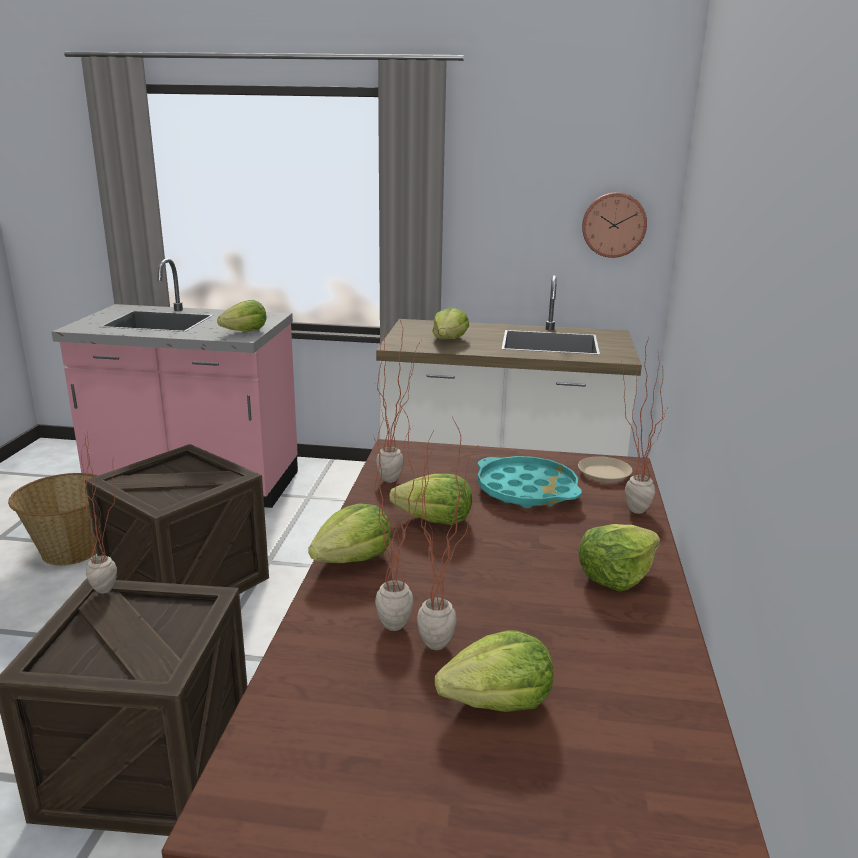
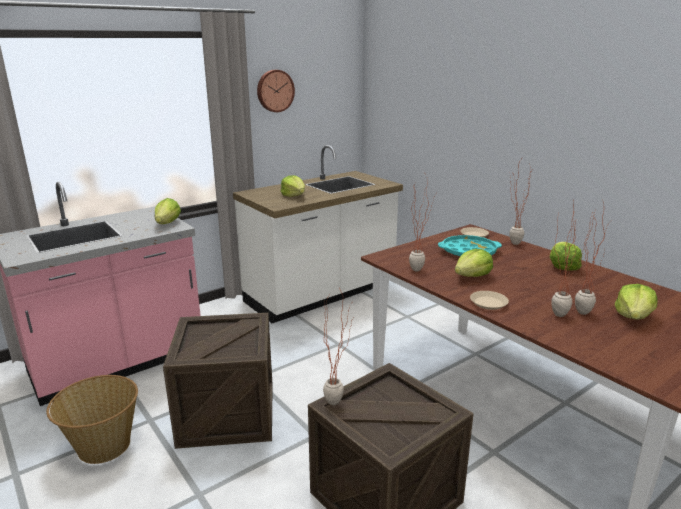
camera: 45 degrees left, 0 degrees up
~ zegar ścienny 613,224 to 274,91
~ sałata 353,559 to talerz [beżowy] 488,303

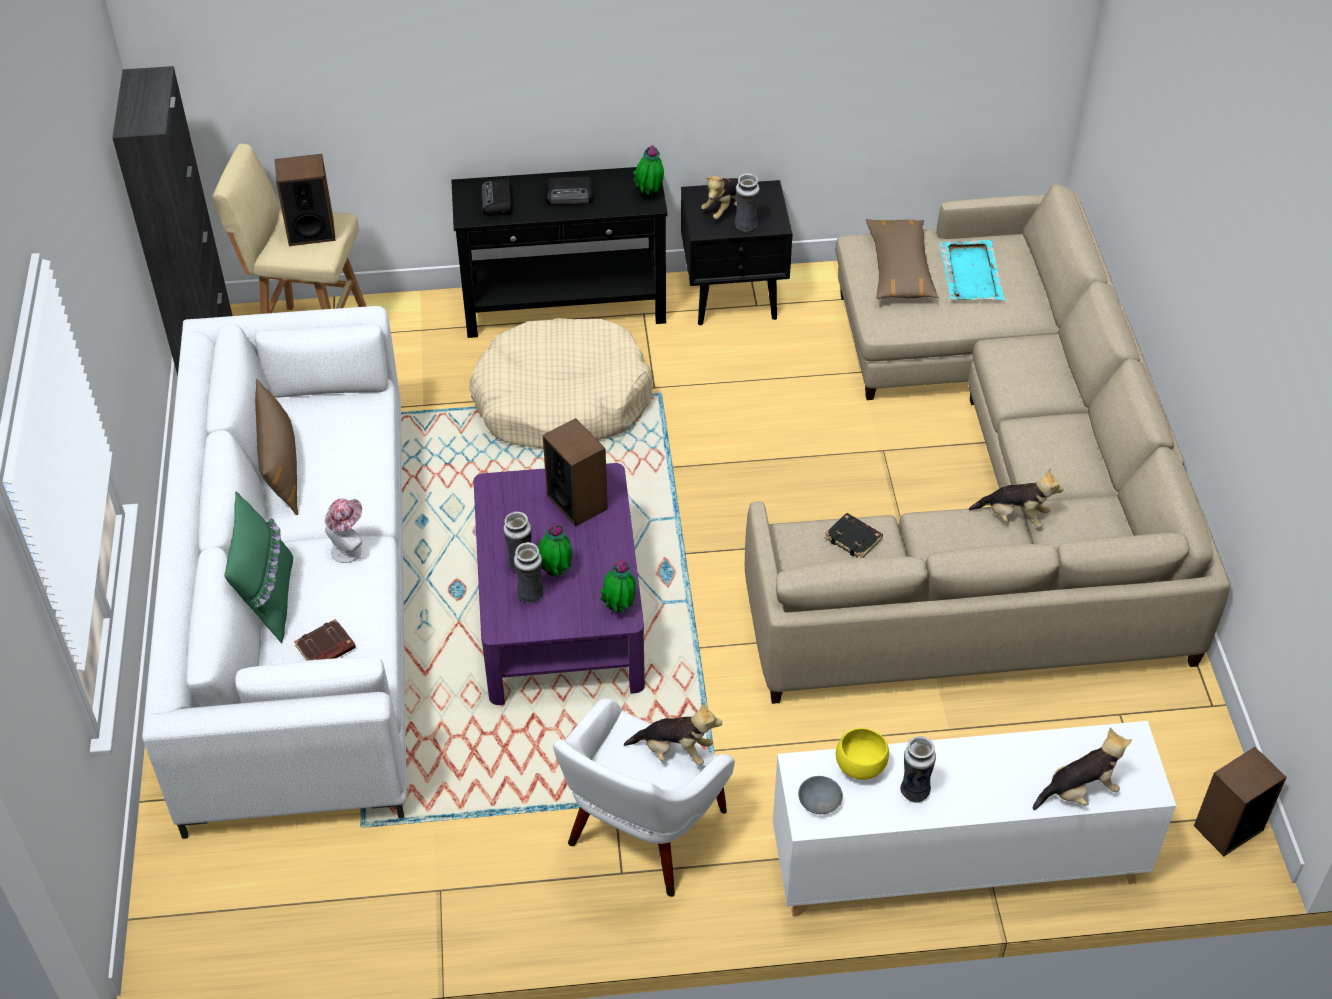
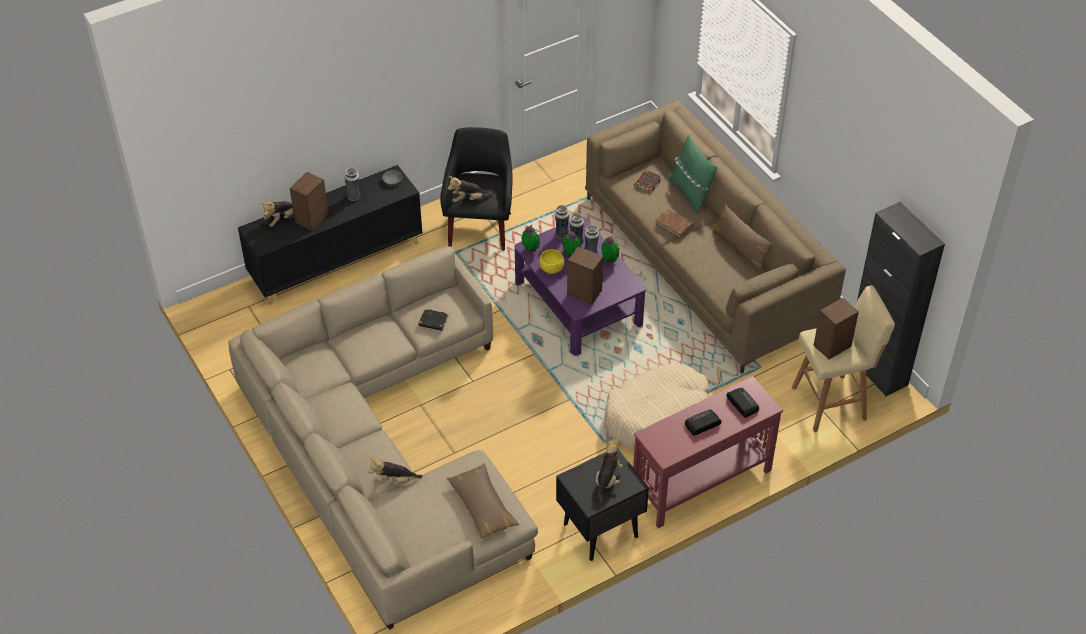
camera: 155 degrees right, 0 degrees up
~ roślina doniczkowa 649,195 to 609,261
~ stolik konsolowy [czarny] 566,307 to stolik konsolowy [czerwony] 700,482
~ wazon 746,226 to 561,234
- taca [turkusowy] 971,272
~ kanapa [biały] 301,607 to kanapa [brązowy] 704,262
~ pluszak 1014,517 to 394,481
~ kapelusz 349,548 to książka [brązowy] 673,225
~ fotel [biały] 641,836 to fotel [czarny] 480,226
~ szafka [biały] 955,863 to szafka [czarny] 336,260
~ miska [żółty] 860,766 to 552,269
~ głośnik 1228,827 to 312,218

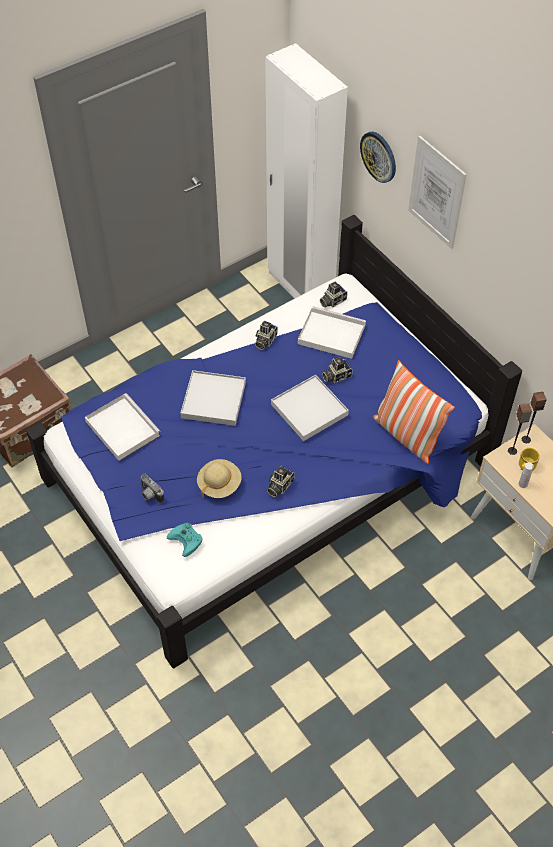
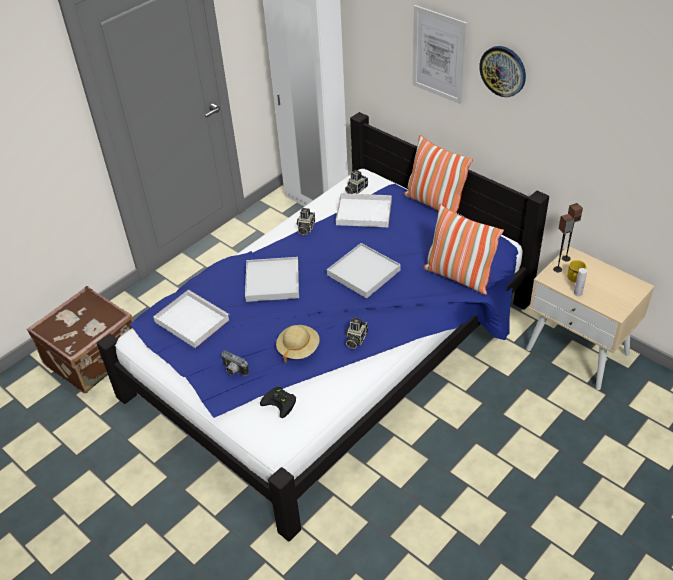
camera: 10 degrees left, 10 degrees down
~ zegar ścienny 379,156 to 503,71
- aparat fotograficzny 336,376
~ pad do gier [turkusowy] 187,540 to pad do gier [czarny] 281,403
+ poduszka 434,204

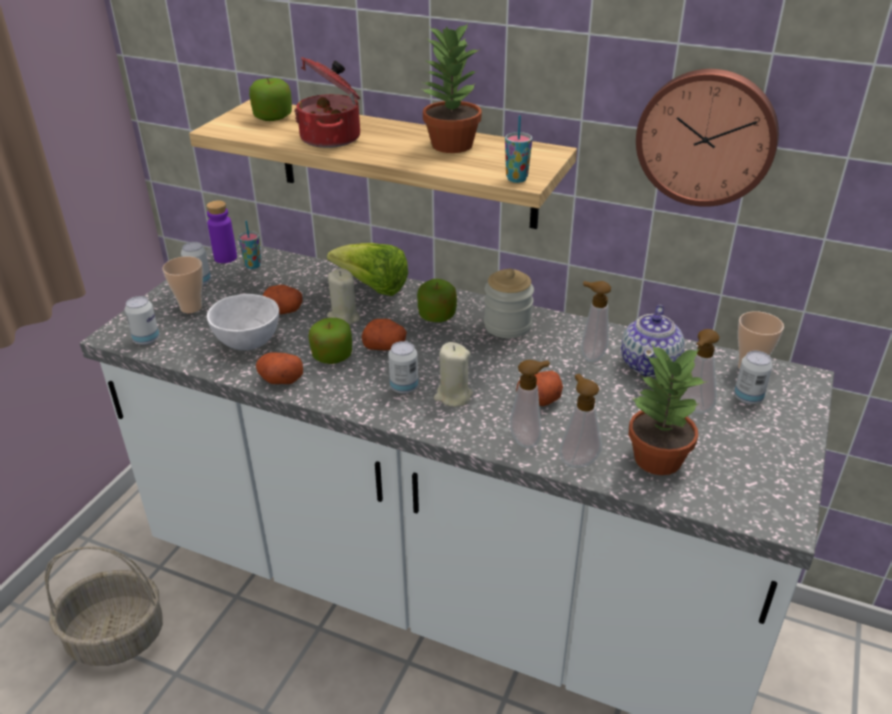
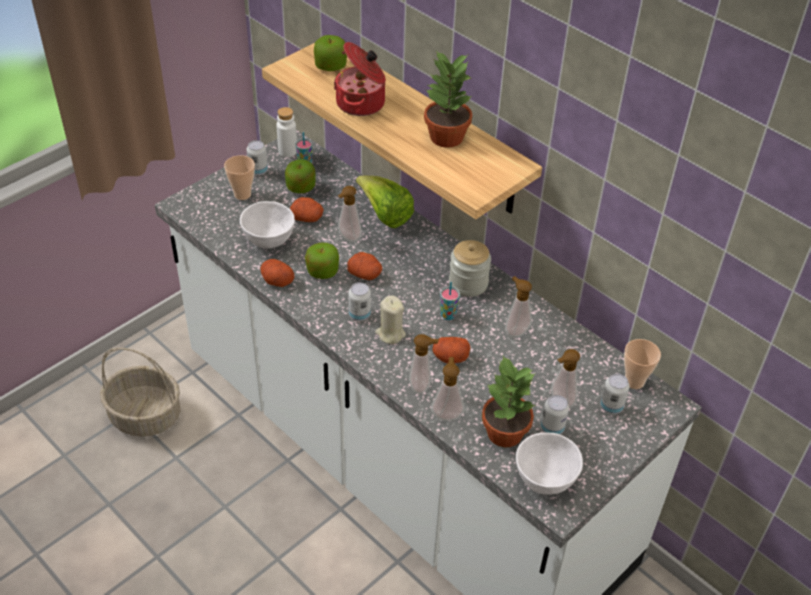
camera: 20 degrees right, 10 degrees up
- zegar ścienny 706,137
~ filiżanka 516,179 to 448,315
~ butelka [fioletowy] 225,258 to butelka [biały] 287,151
~ świeca [beżowy] 343,318 to dozownik mydła 348,238
~ jabłko 437,316 to 301,187
~ puszka 146,340 to 552,428
- imbryk 650,364
+ miska [biały] 545,479

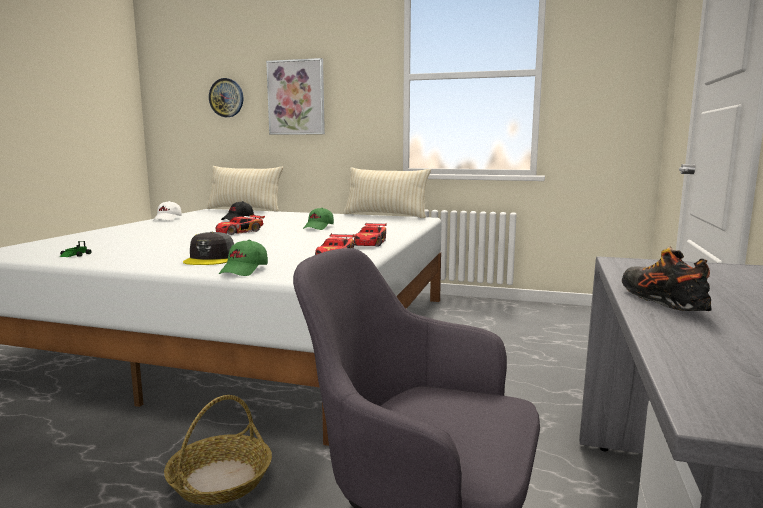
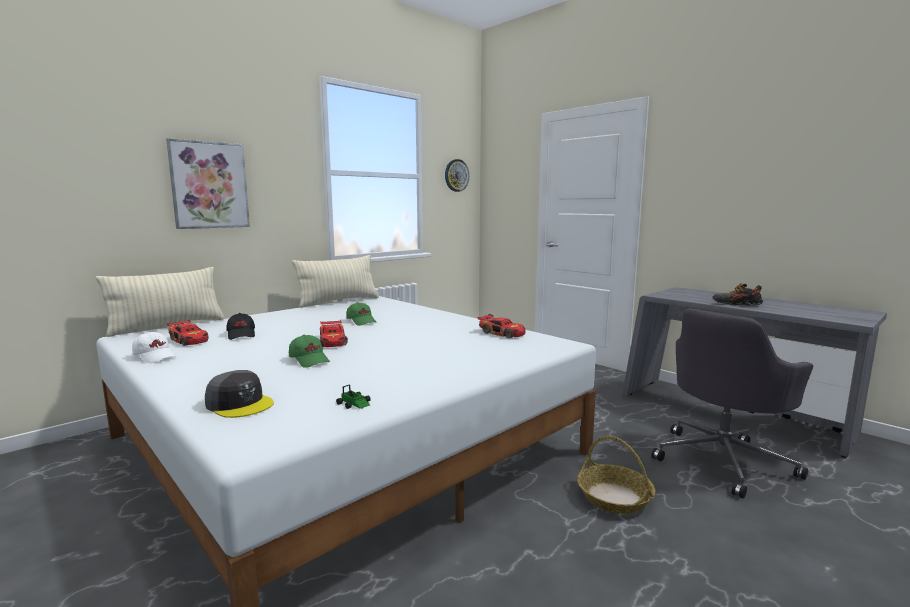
camera: 60 degrees left, 0 degrees up
~ zegar ścienny 226,98 to 456,175
~ samochodzik 371,243 to 189,340
~ czapka z daszkiem [szary] 210,259 to 240,404
~ czapka z daszkiem [zielony] 244,270 to 310,360

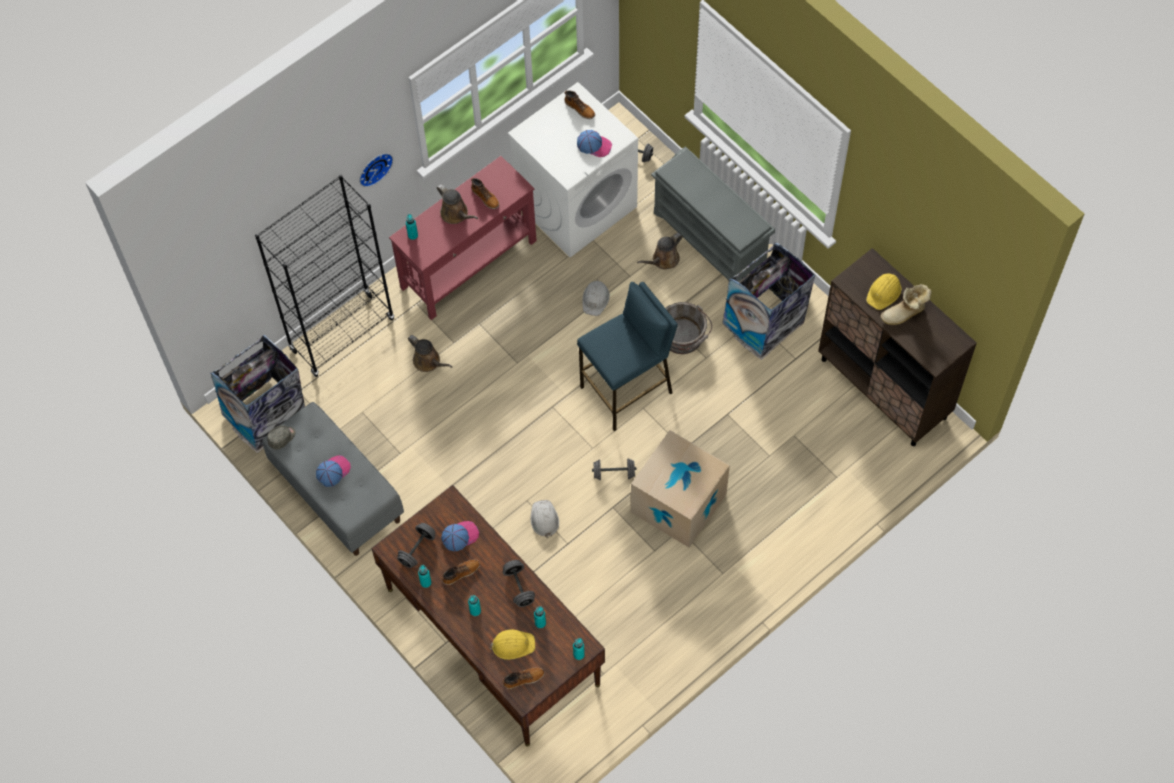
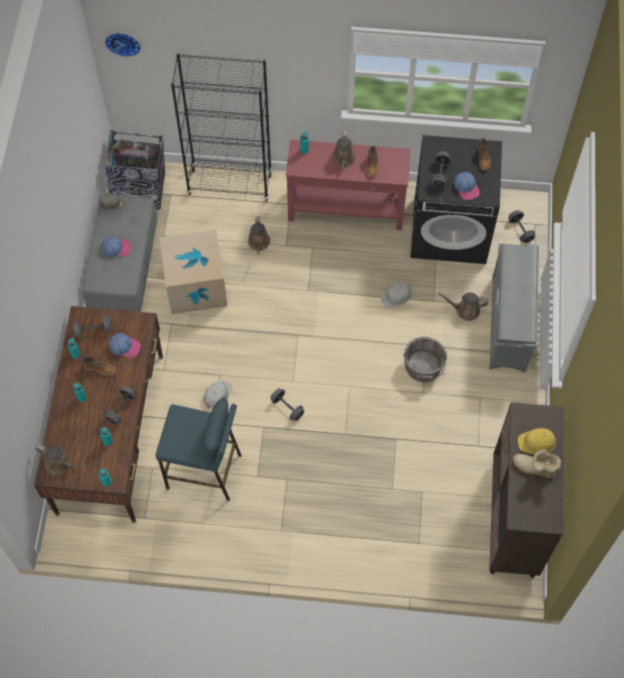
camera: 45 degrees right, 0 degrees up
~ pralka [biały] 576,205 to pralka [czarny] 450,230
~ zegar ścienny 374,167 to 123,42
- kosz na śmieci 764,322
~ stołek [niebieski] 627,391 to 204,471
~ karton 678,503 to 196,286
- kask [żółty] 512,644
~ but z cholewką 523,679 to konewka [brązowy] 60,464
+ hantel [szary] 440,174

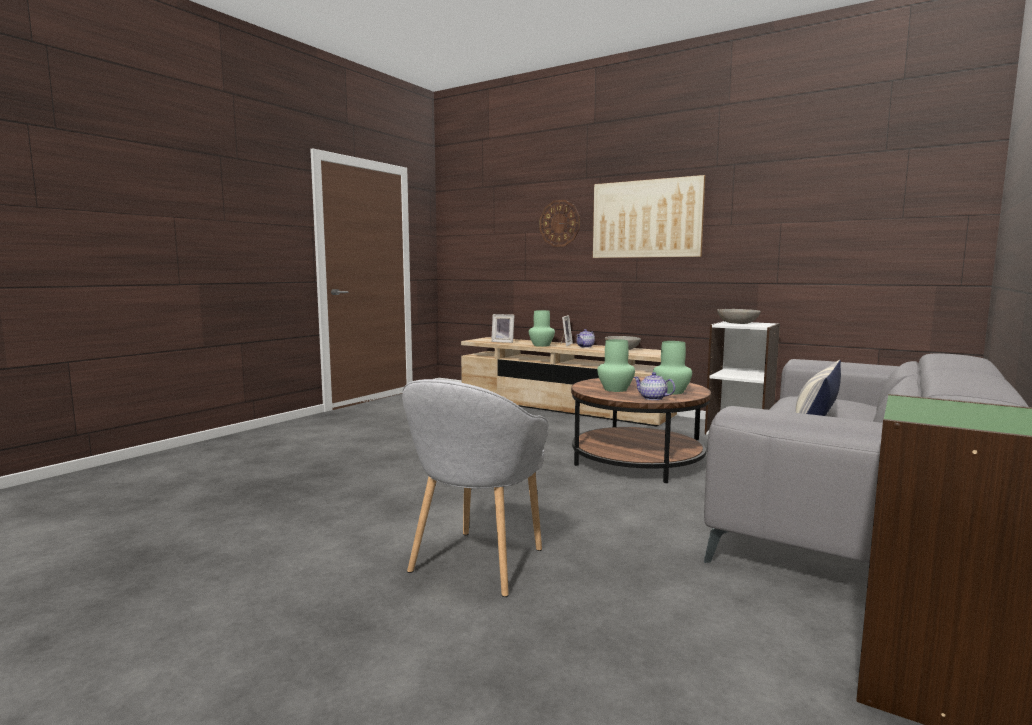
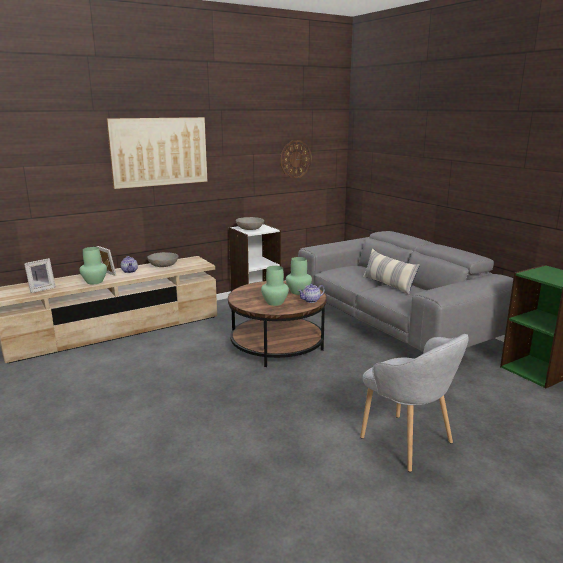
camera: 65 degrees left, 10 degrees up
~ zegar ścienny 559,223 to 295,159

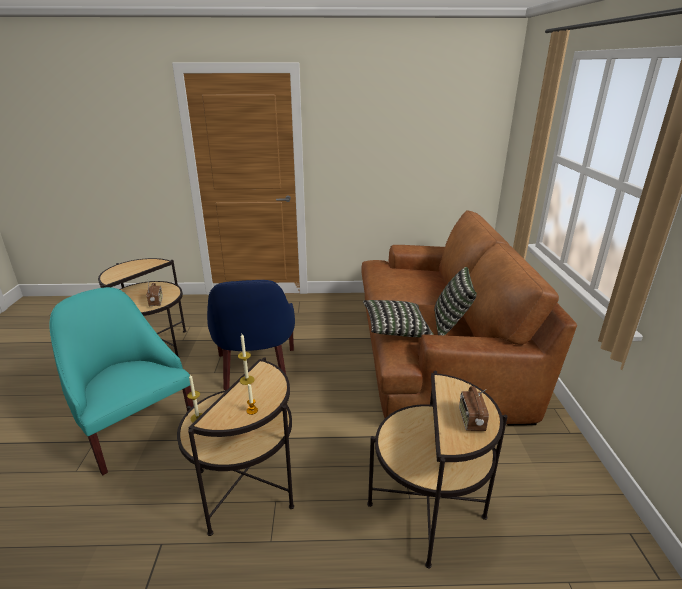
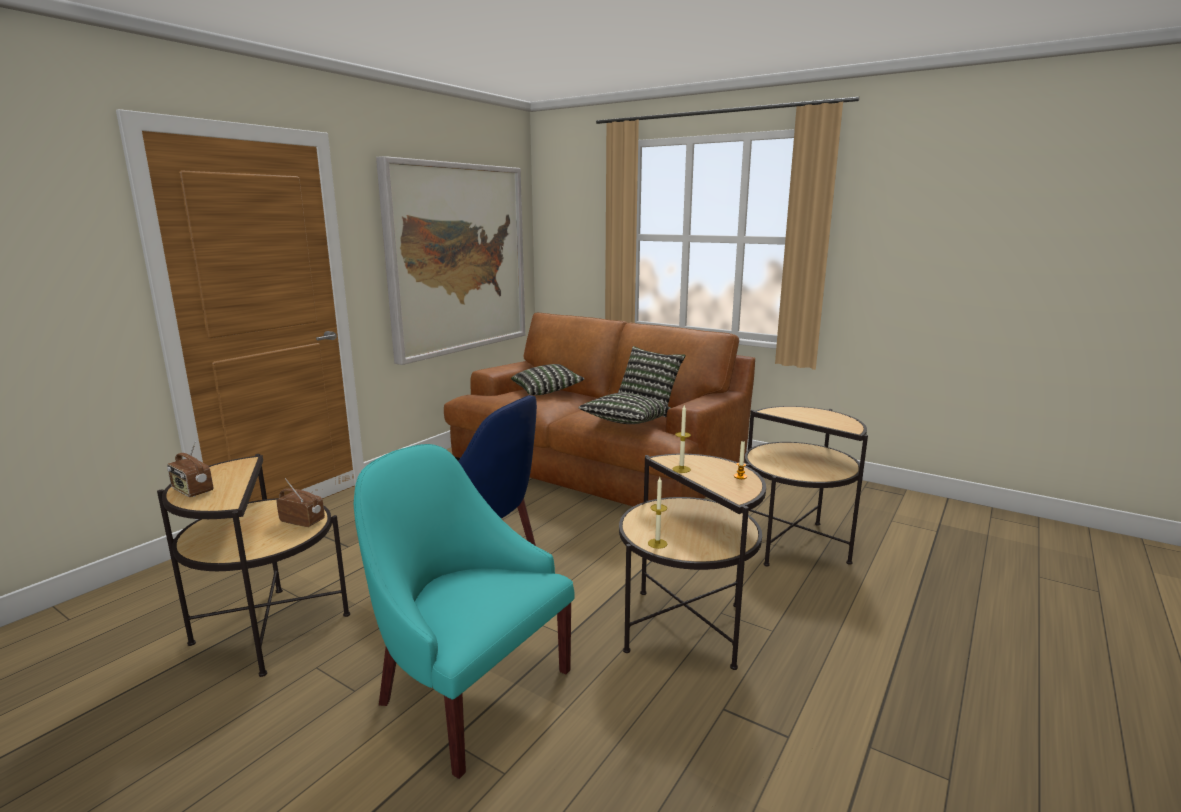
camera: 55 degrees left, 10 degrees down
~ fotel [turkusowy] 134,427 = 468,691 45 degrees clockwise
~ radio 471,420 to 192,491
+ obraz 457,259
+ poduszka 547,391

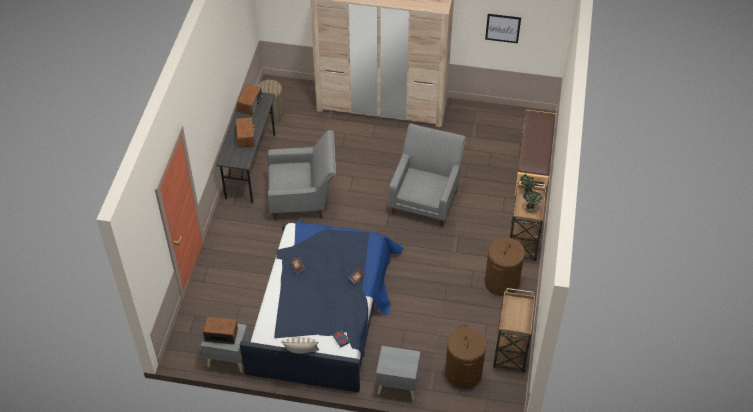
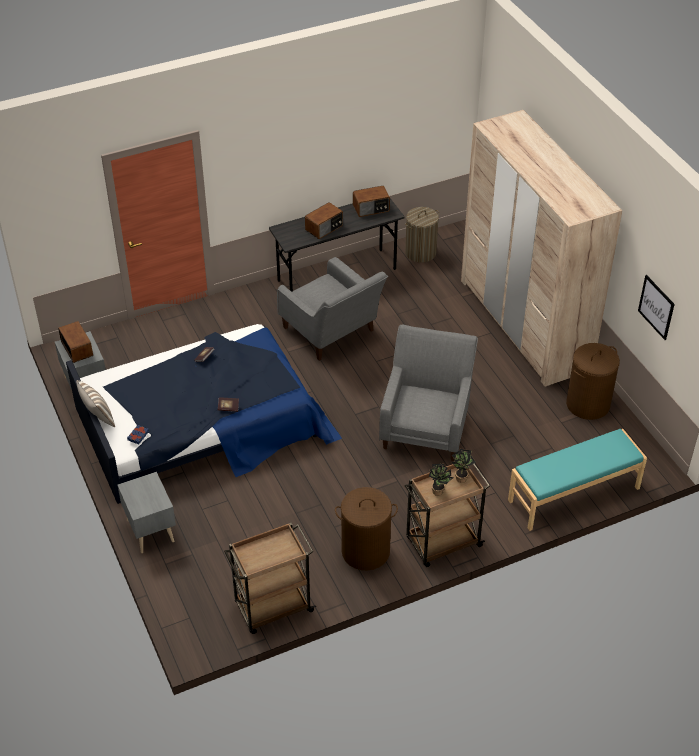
camera: 55 degrees right, 5 degrees down
~ ławka [brązowy] 533,164 to ławka [turkusowy] 574,495
~ fotel [szary] 425,198 = 426,426 60 degrees counterclockwise
~ kosz na pranie [brązowy] 463,372 to 587,404

